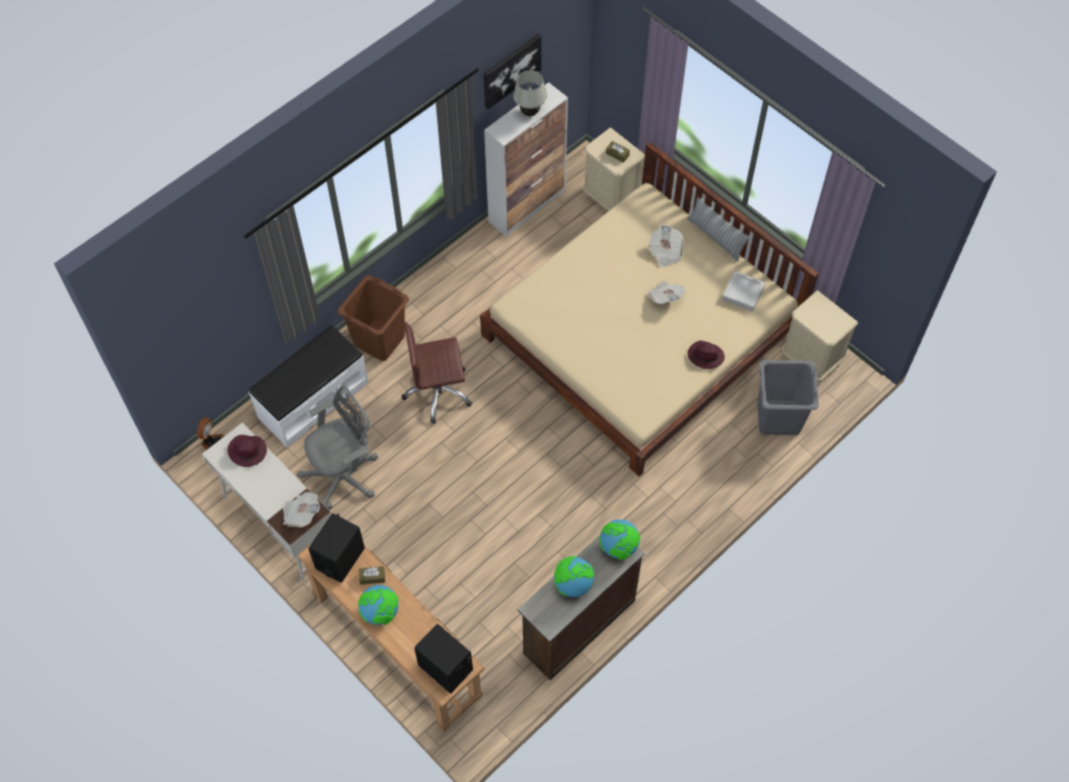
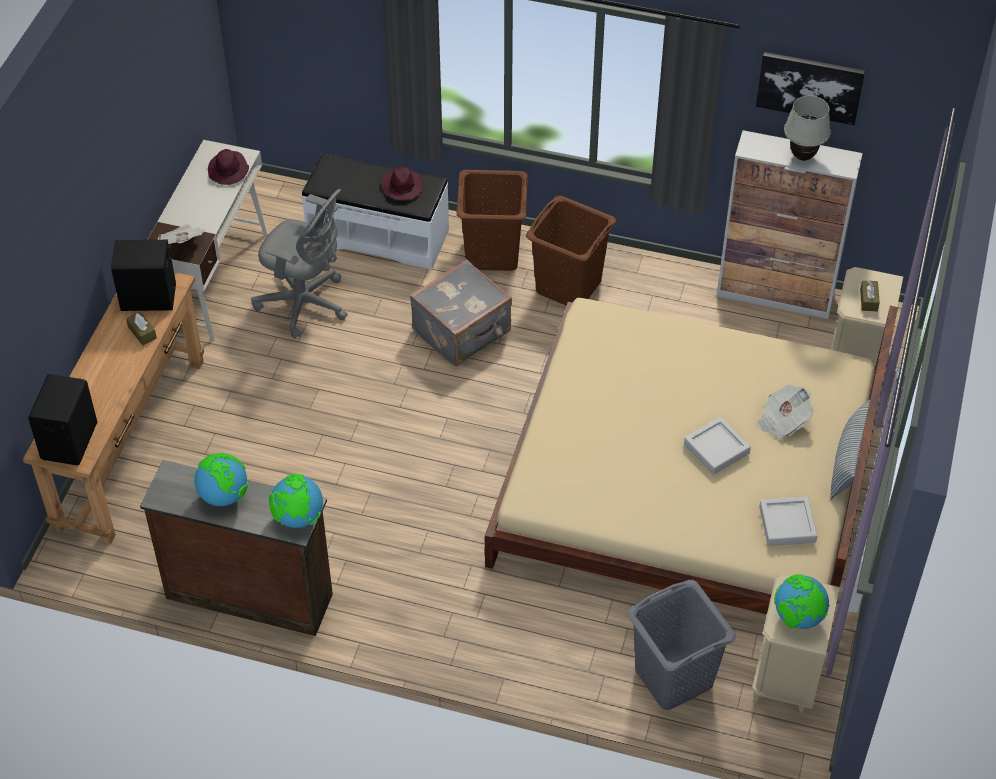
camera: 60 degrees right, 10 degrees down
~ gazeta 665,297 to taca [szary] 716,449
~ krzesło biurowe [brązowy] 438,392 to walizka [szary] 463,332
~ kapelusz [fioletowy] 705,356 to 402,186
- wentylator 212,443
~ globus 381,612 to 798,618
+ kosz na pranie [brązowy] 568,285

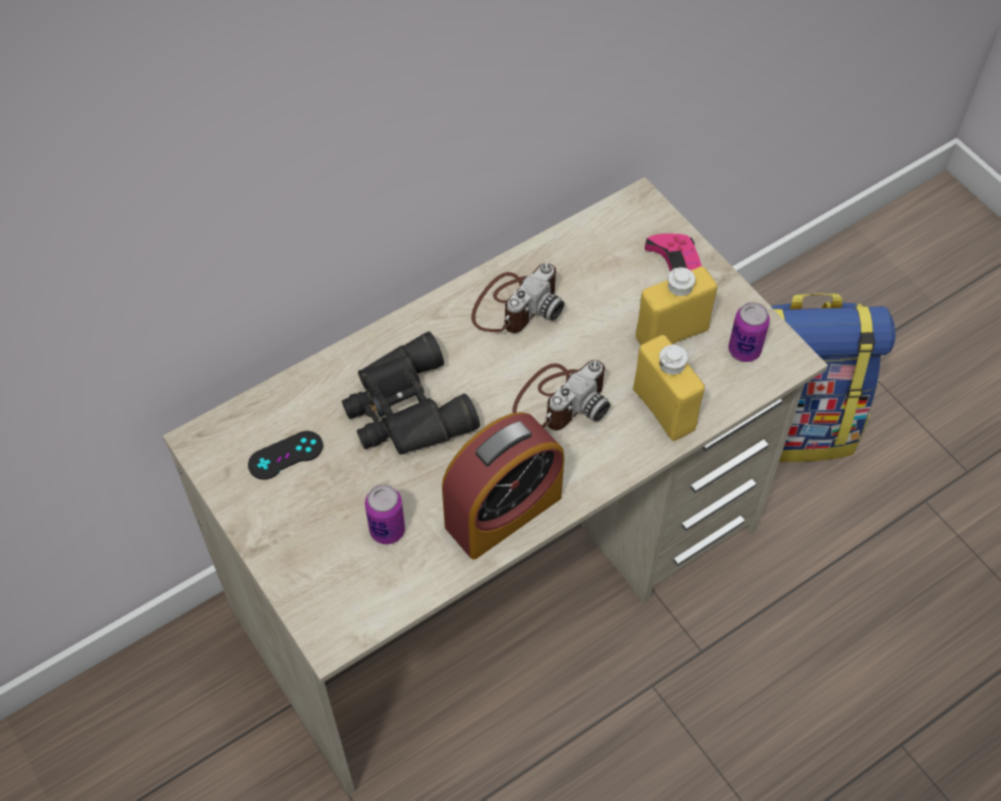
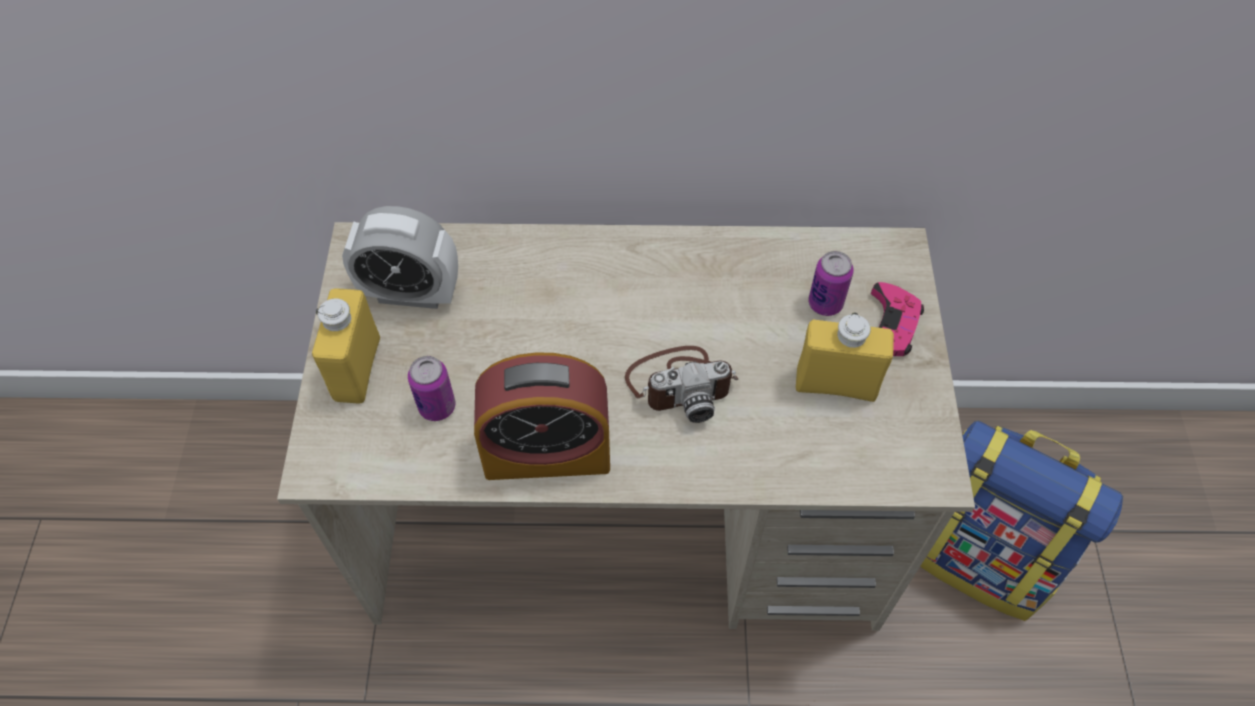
camera: 35 degrees right, 0 degrees up
- aparat fotograficzny 515,304
~ puszka 744,350 to 825,303
- lornetka [czarny] 404,410
~ butelka [żółty] 664,409 to 357,369
~ pad do gier [czarny] 285,455 to budzik 411,293

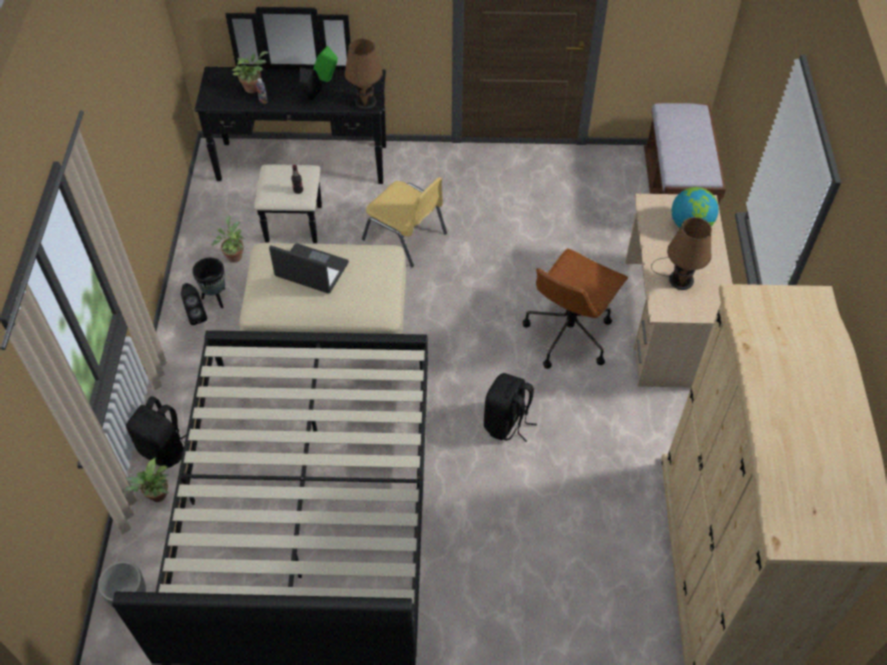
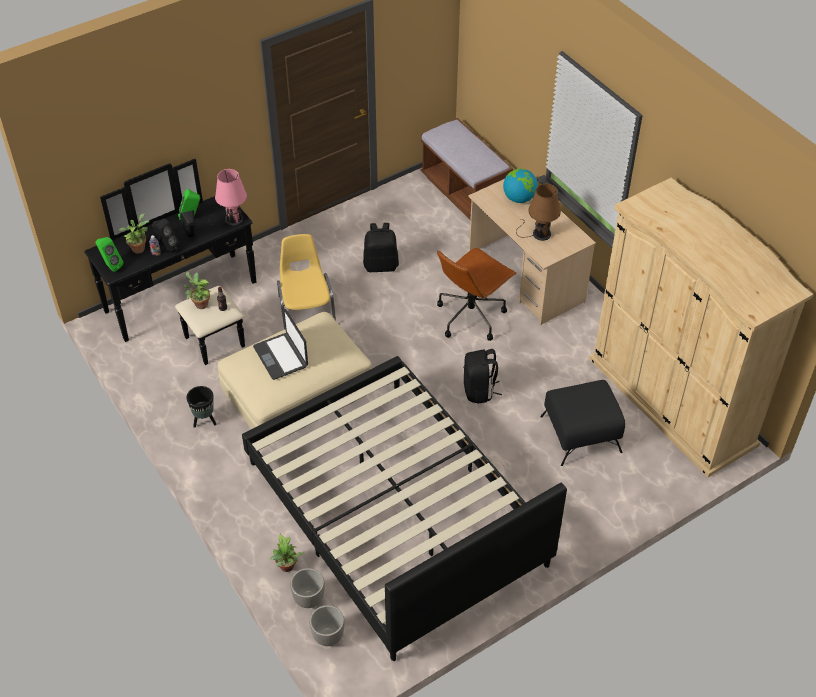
camera: 35 degrees left, 5 degrees down
~ lampa stołowa [brązowy] 363,100 to lampa stołowa [różowy] 232,219
~ krzesło [żółty] 406,236 = 306,309 105 degrees counterclockwise
~ roślina doniczkowa 233,255 to 200,304
~ laptop 311,270 = 281,356 105 degrees counterclockwise
~ krzesło biurowe [brązowy] 568,334 = 471,316 45 degrees clockwise
~ głośnik [czarny] 196,315 to 167,247
~ plecak [czarny] 164,449 to 381,265
+ głośnik [zielony] 111,266
+ pufa [czarny] 580,434
+ donica 308,599

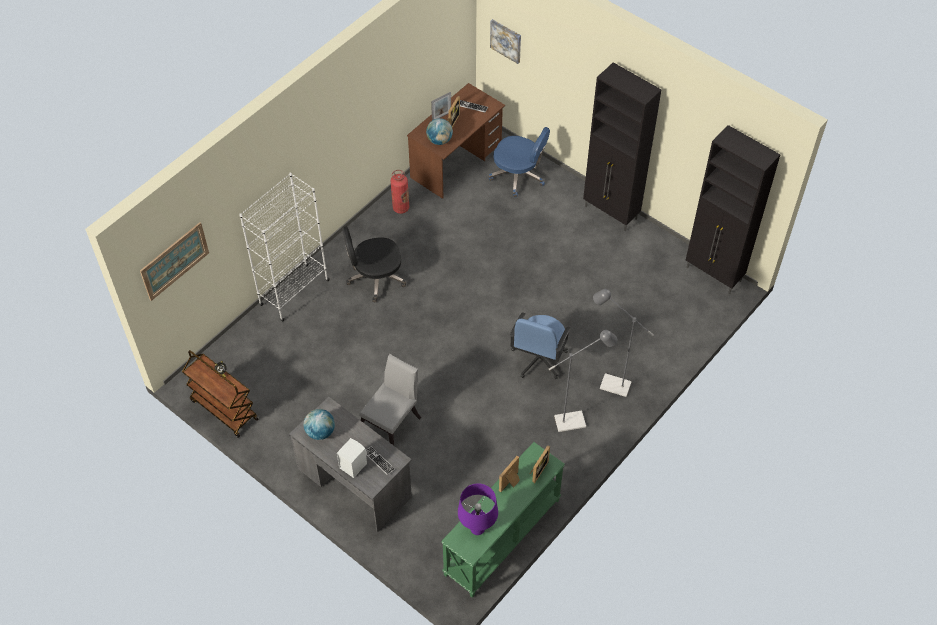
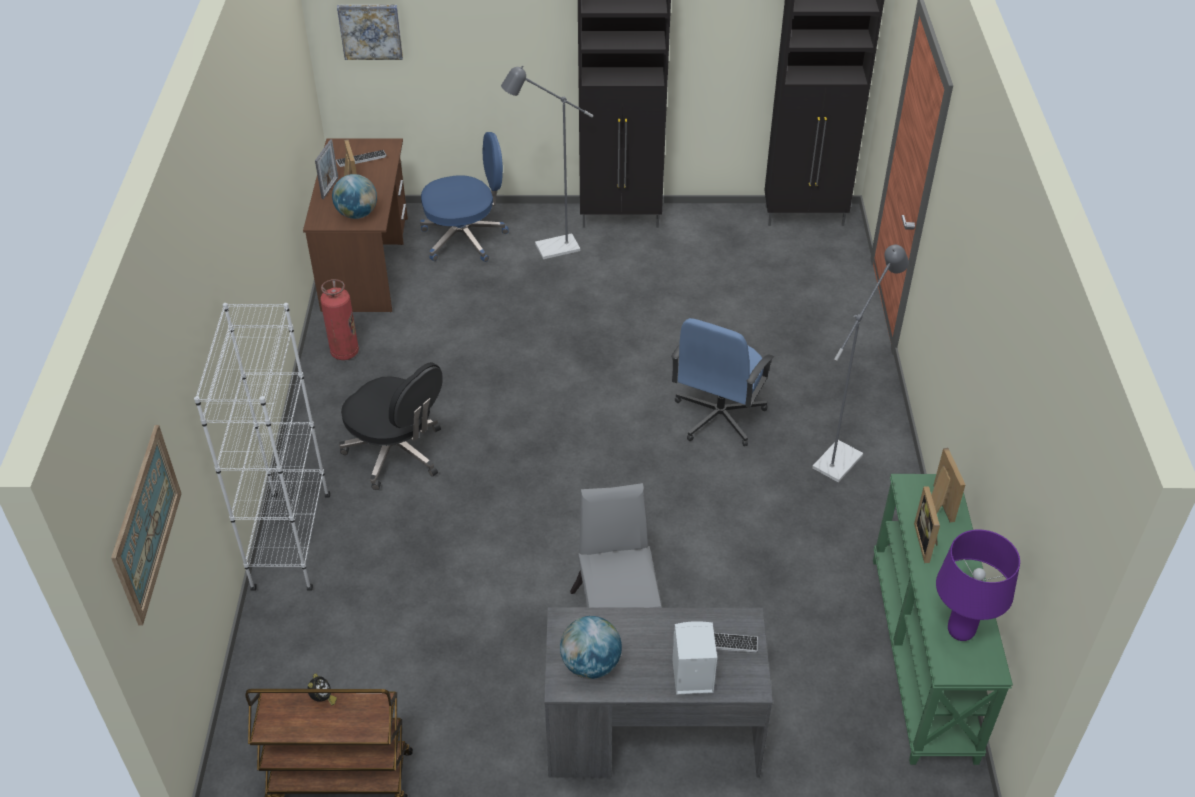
camera: 40 degrees left, 10 degrees down
~ krzesło biurowe [czarny] 375,278 = 397,453 90 degrees counterclockwise
~ lampa stojąca [szary] 609,384 to 549,249
~ krzesło biurowe [niebieski] 538,359 = 718,417 45 degrees clockwise

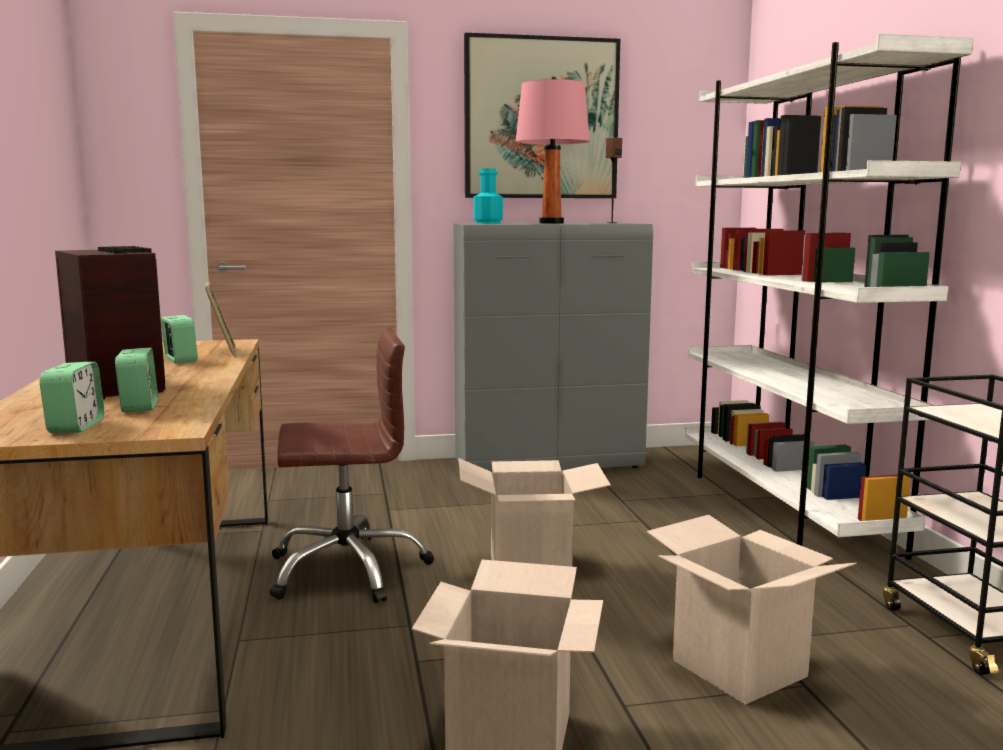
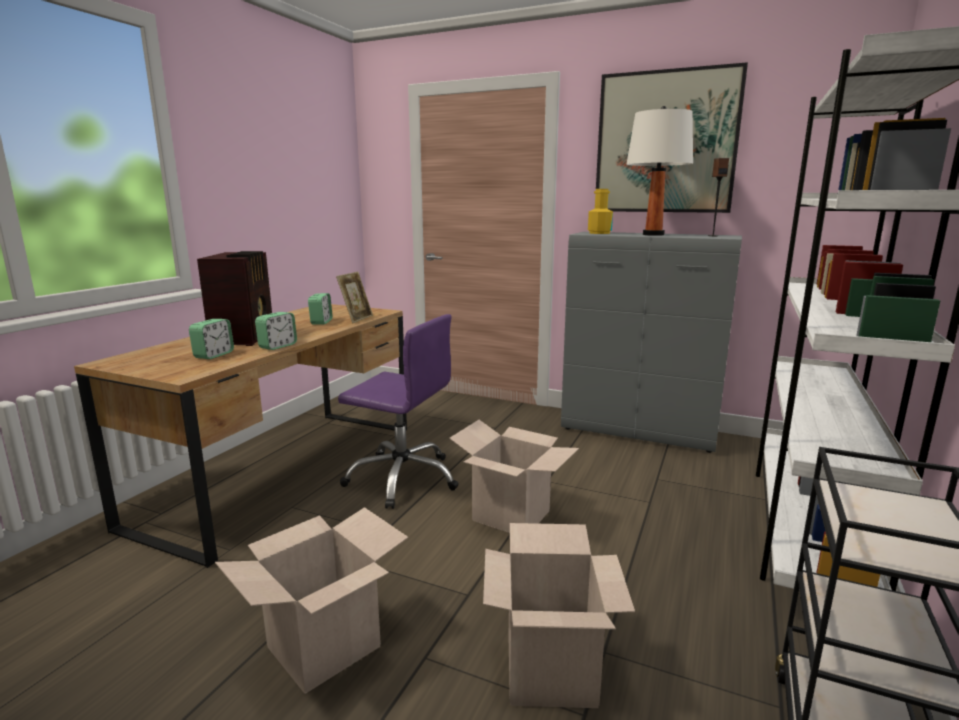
camera: 35 degrees right, 5 degrees up
~ lampa stołowa [różowy] 551,223 to lampa stołowa [biały] 653,234
~ butelka [turkusowy] 488,223 to butelka [żółty] 599,233
~ krzesło biurowe [brązowy] 347,569 to krzesło biurowe [fioletowy] 403,478
~ budzik 76,427 to 278,346

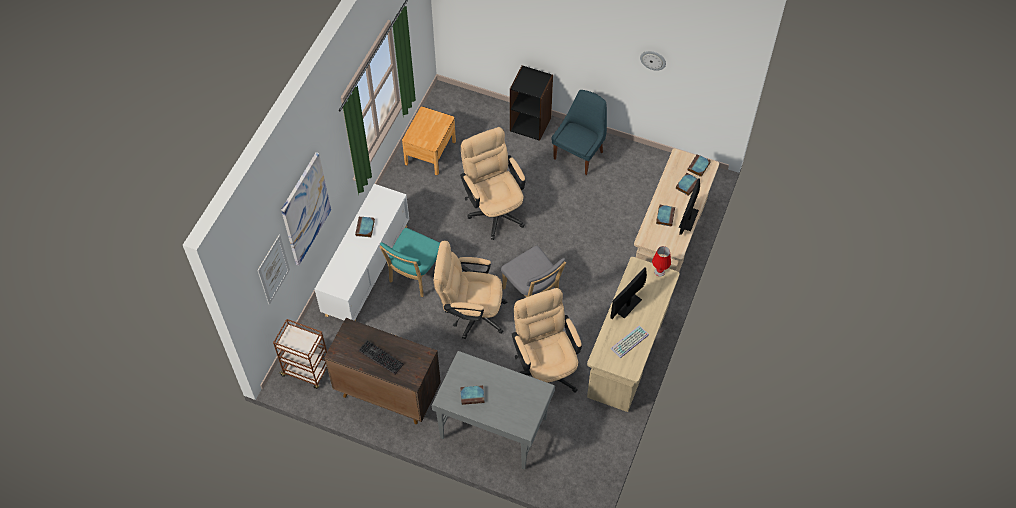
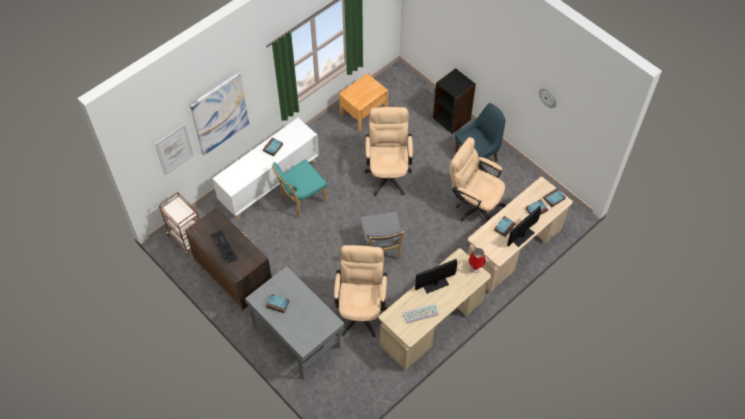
camera: 25 degrees right, 0 degrees up
~ krzesło biurowe [beżowy] 470,313 to 474,205

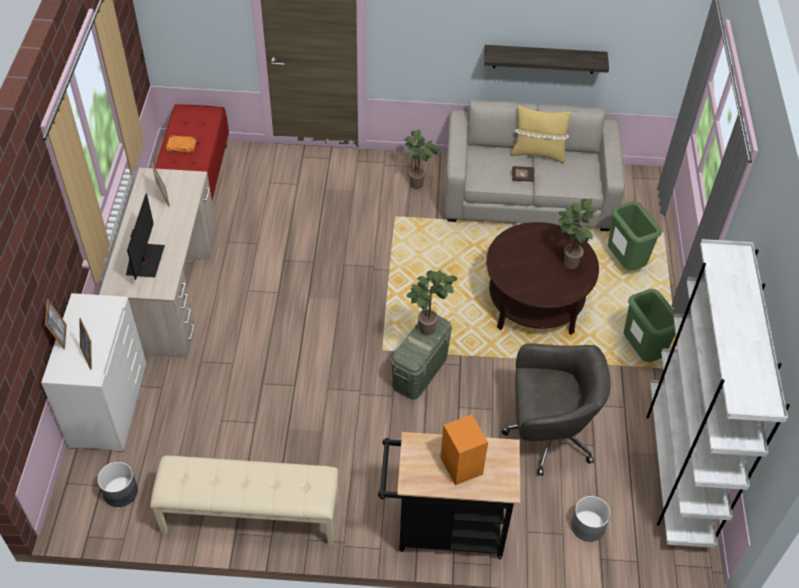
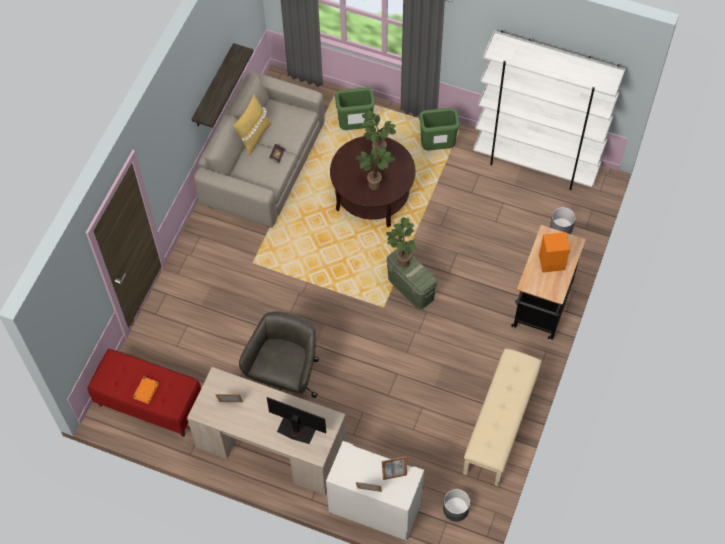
camera: 70 degrees left, 10 degrees up
~ roślina doniczkowa 418,185 to 376,184
~ krzesło biurowe [szary] 547,435 to 285,379

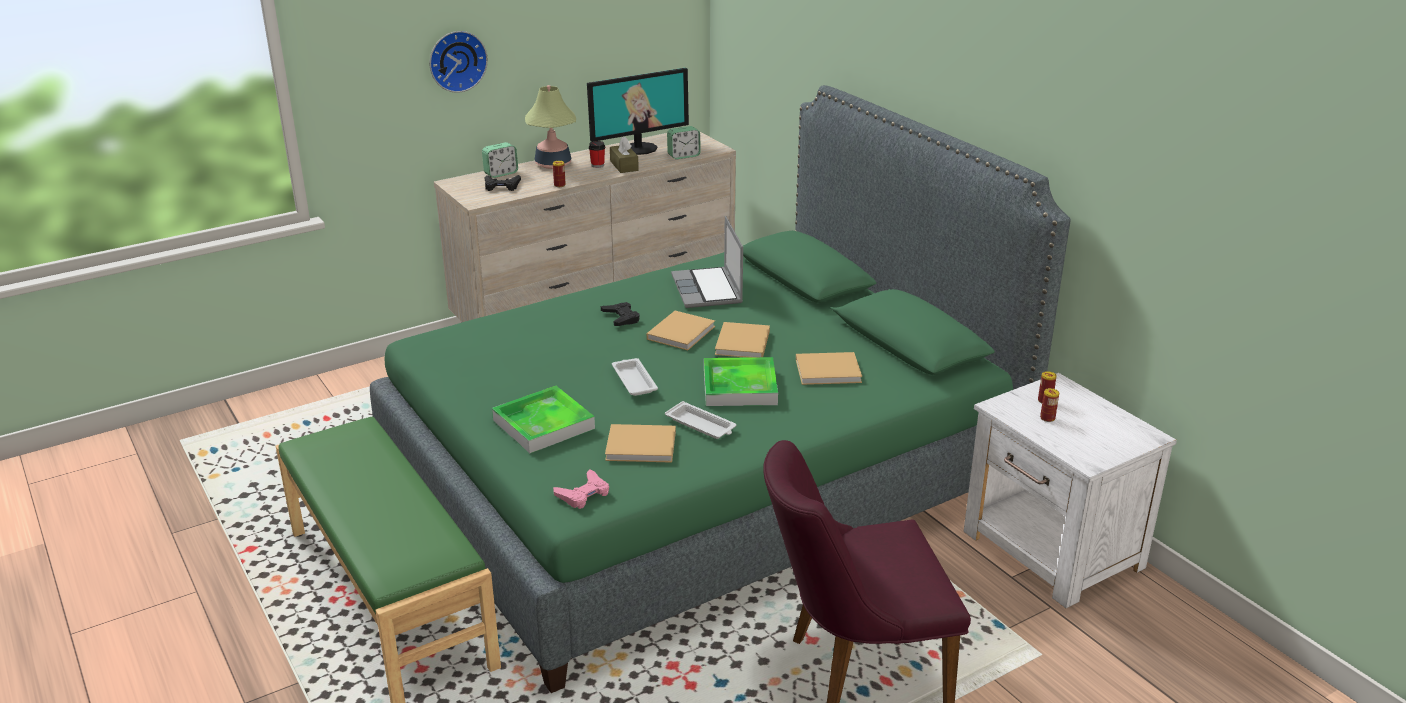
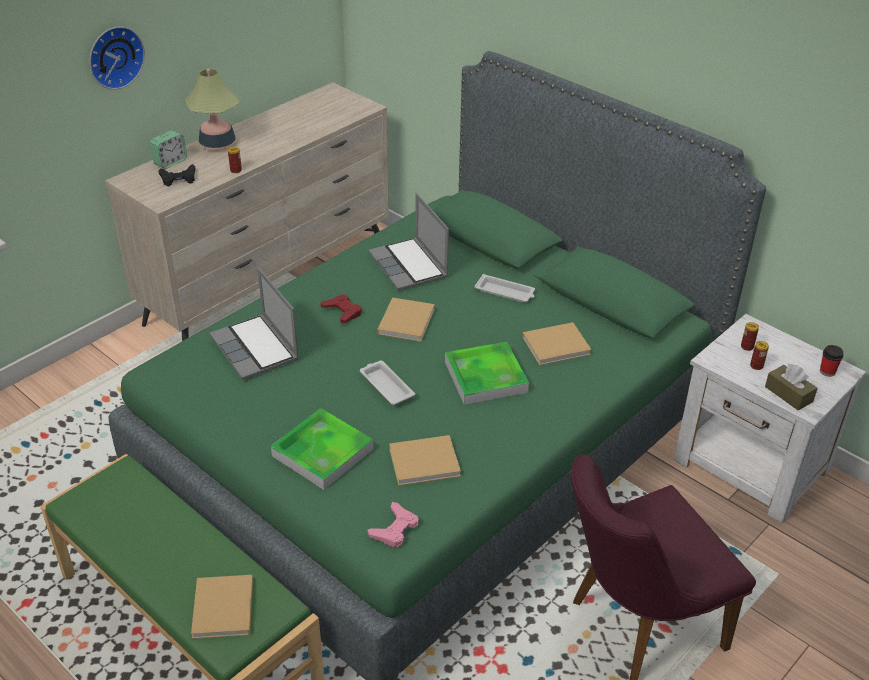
camera: 15 degrees left, 10 degrees up
- monitor 639,148
- budzik 683,156
~ pudełko chusteczek [brązowy] 624,166 to 788,394
~ filiżanka 597,165 to 827,371
~ pad do gier [czarny] 621,318 to pad do gier [czerwony] 342,312
~ książka [beżowy] 742,344 to 223,610
~ taca [biały] 701,425 to 505,292
+ laptop 256,349

